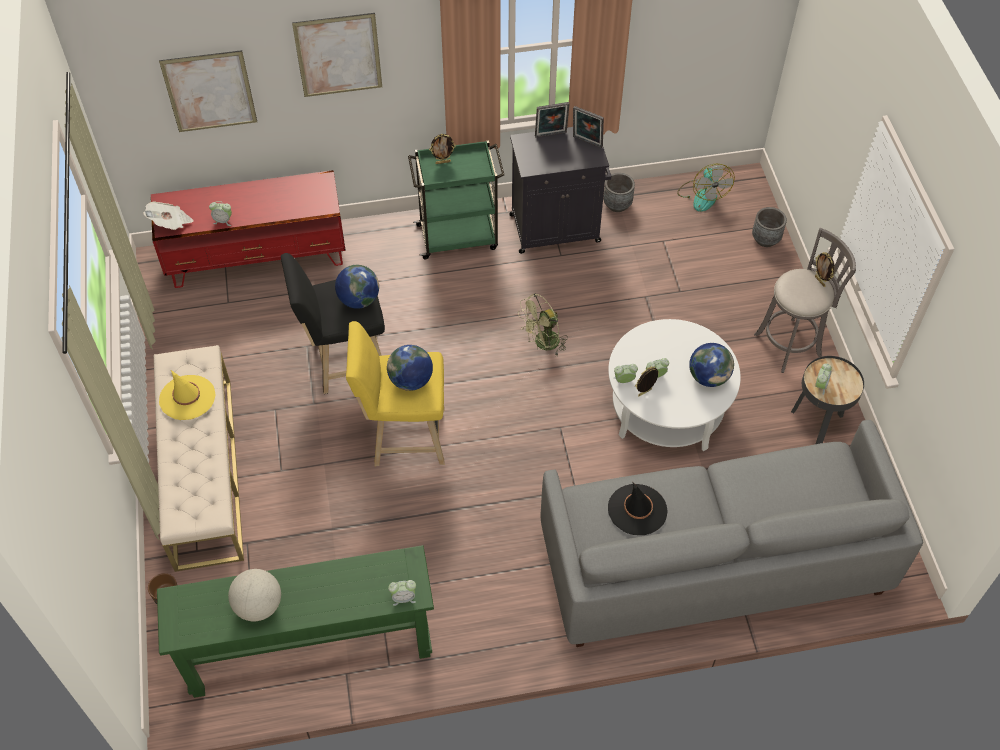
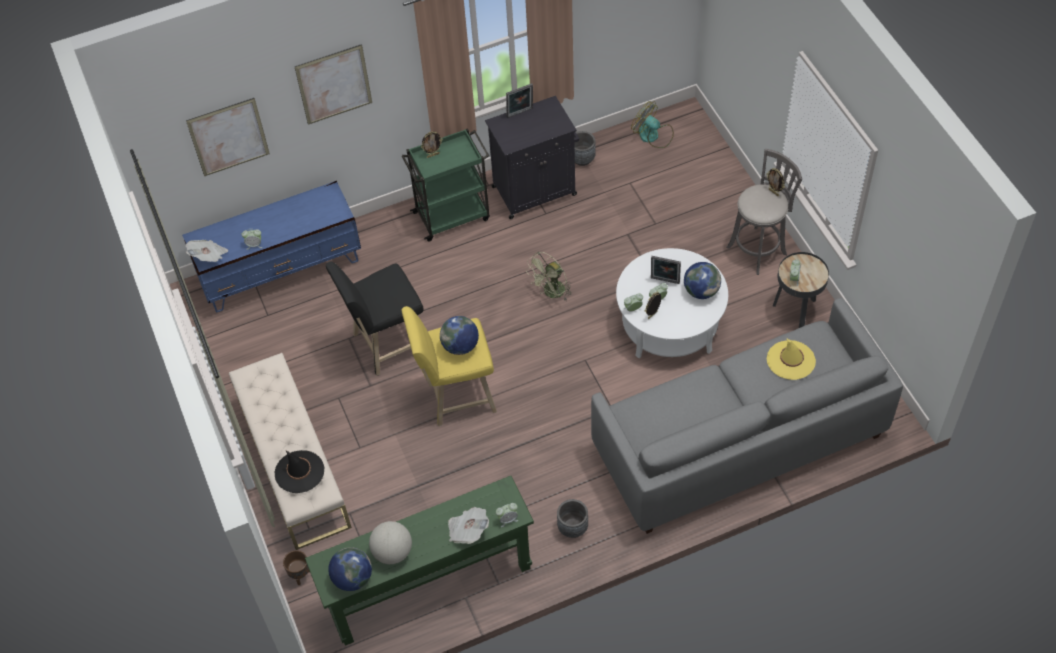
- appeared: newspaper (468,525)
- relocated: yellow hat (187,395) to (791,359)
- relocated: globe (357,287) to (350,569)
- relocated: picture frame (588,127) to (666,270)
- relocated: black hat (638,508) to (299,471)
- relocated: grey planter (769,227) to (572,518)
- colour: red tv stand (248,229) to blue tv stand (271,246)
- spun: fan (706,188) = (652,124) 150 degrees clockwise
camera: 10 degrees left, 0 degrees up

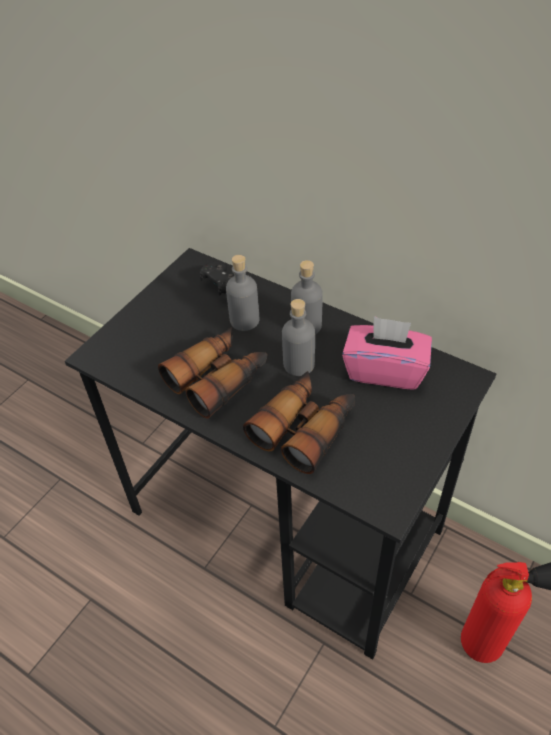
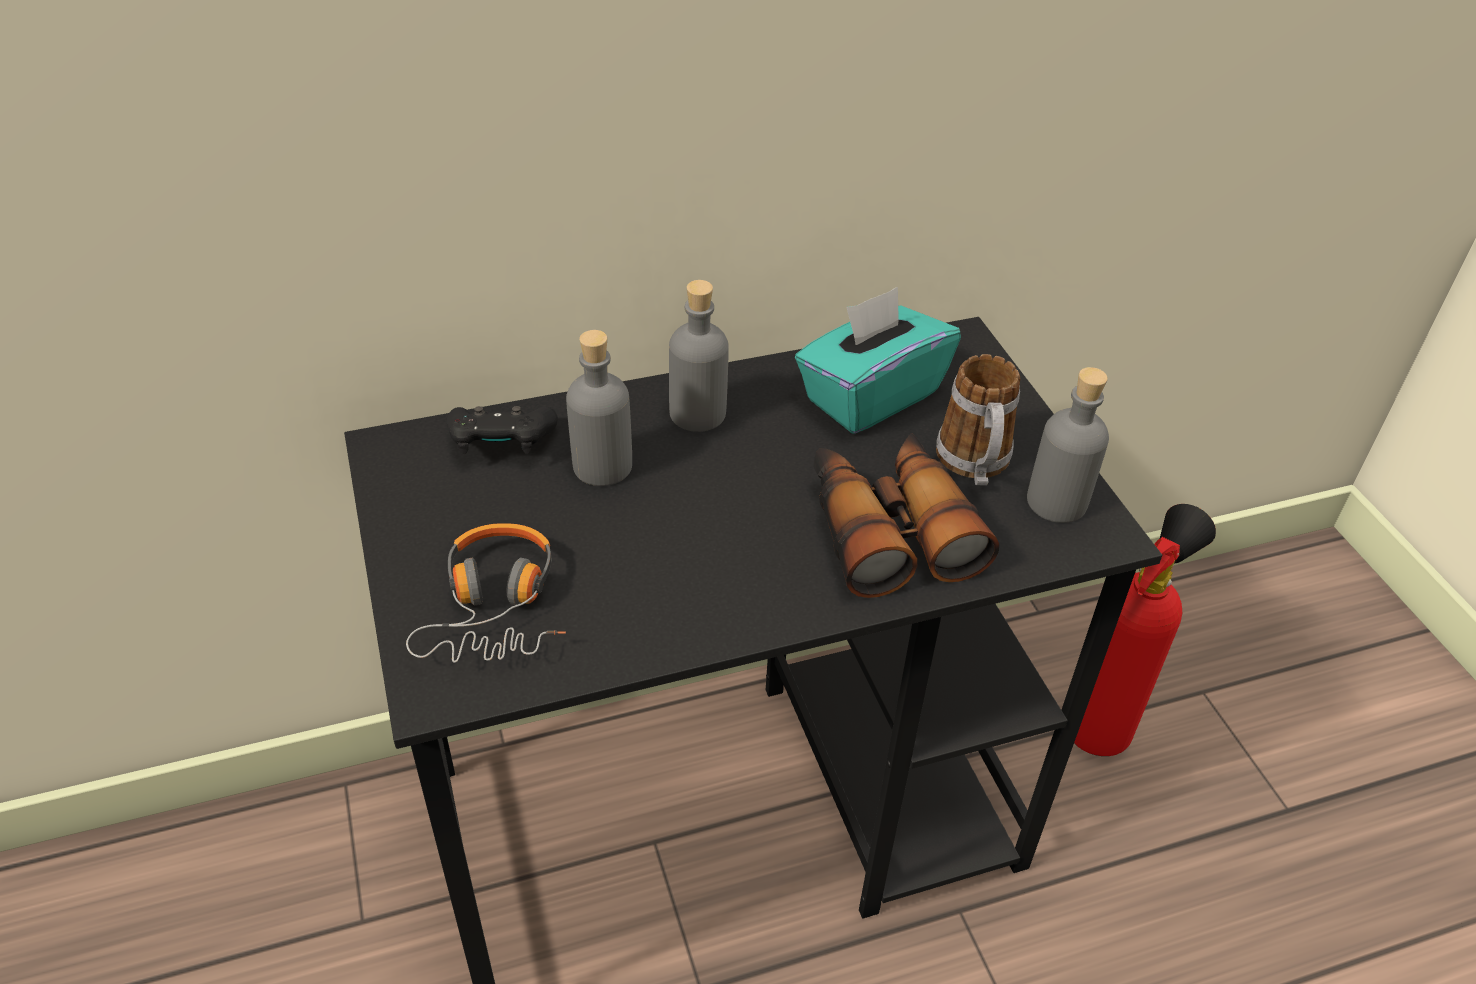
- missing: binoculars (213,373)
- appeared: headphones (486,593)
- appeared: mug (978,419)
- relocated: grey bottle (298,337) to (1068,445)
- colour: pink tissue box (387,353) to turquoise tissue box (878,360)
camera: 55 degrees left, 5 degrees down

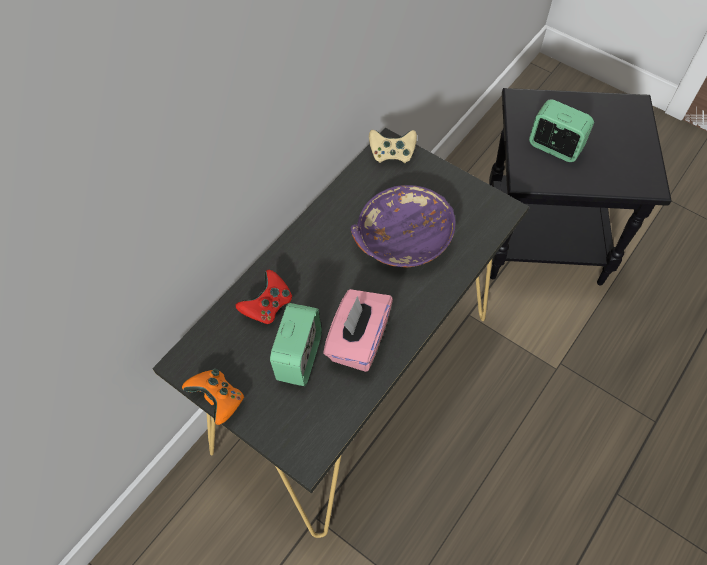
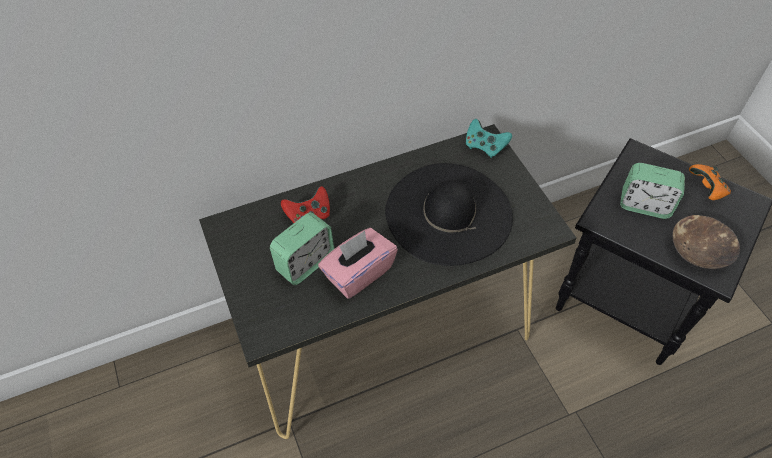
- appeared: brown bowl (706,242)
- relocated: orange game controller (213,397) to (710,182)
- exchanged: purple bowl (403,226) to black hat (449,214)
- colour: beige game controller (393,146) to turquoise game controller (489,138)
- spun: alarm clock (561,131) = (652,191) 135 degrees clockwise
camera: 30 degrees right, 5 degrees down

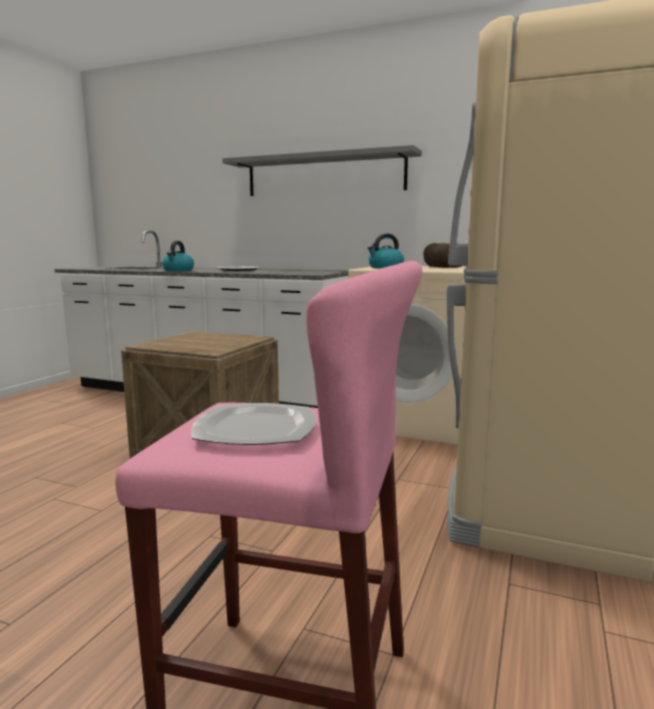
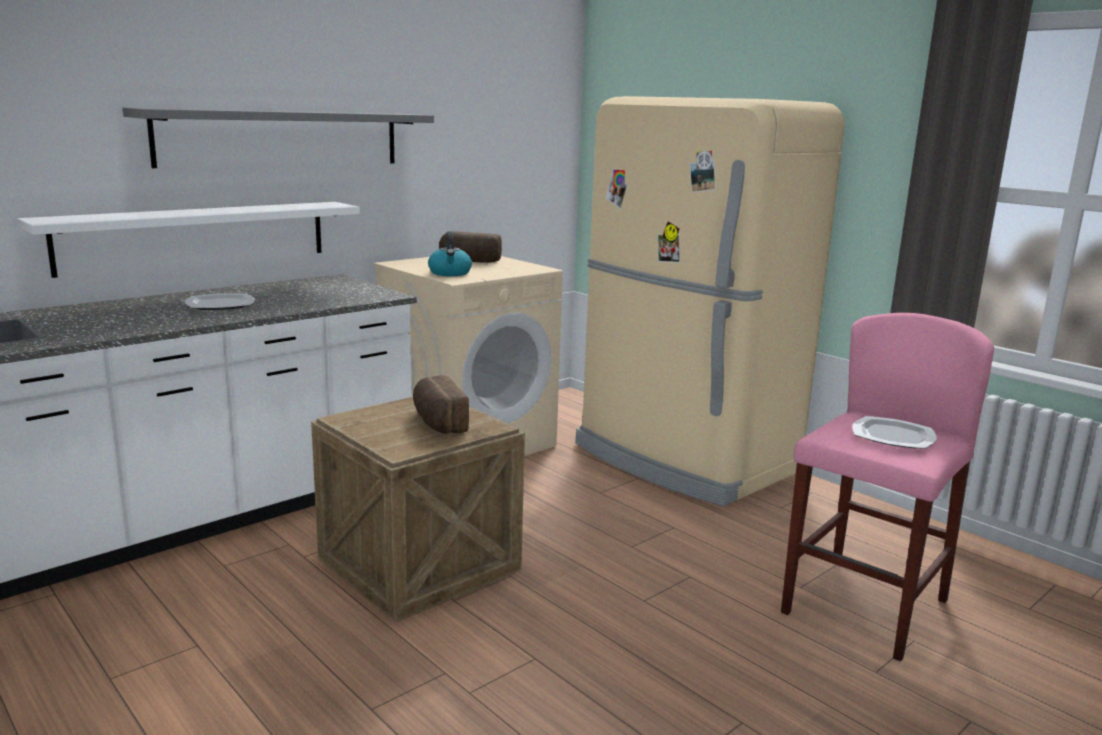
- missing: kettle (178,256)
- appeared: white shelf (188,240)
- appeared: bread (441,404)
camera: 65 degrees left, 5 degrees up

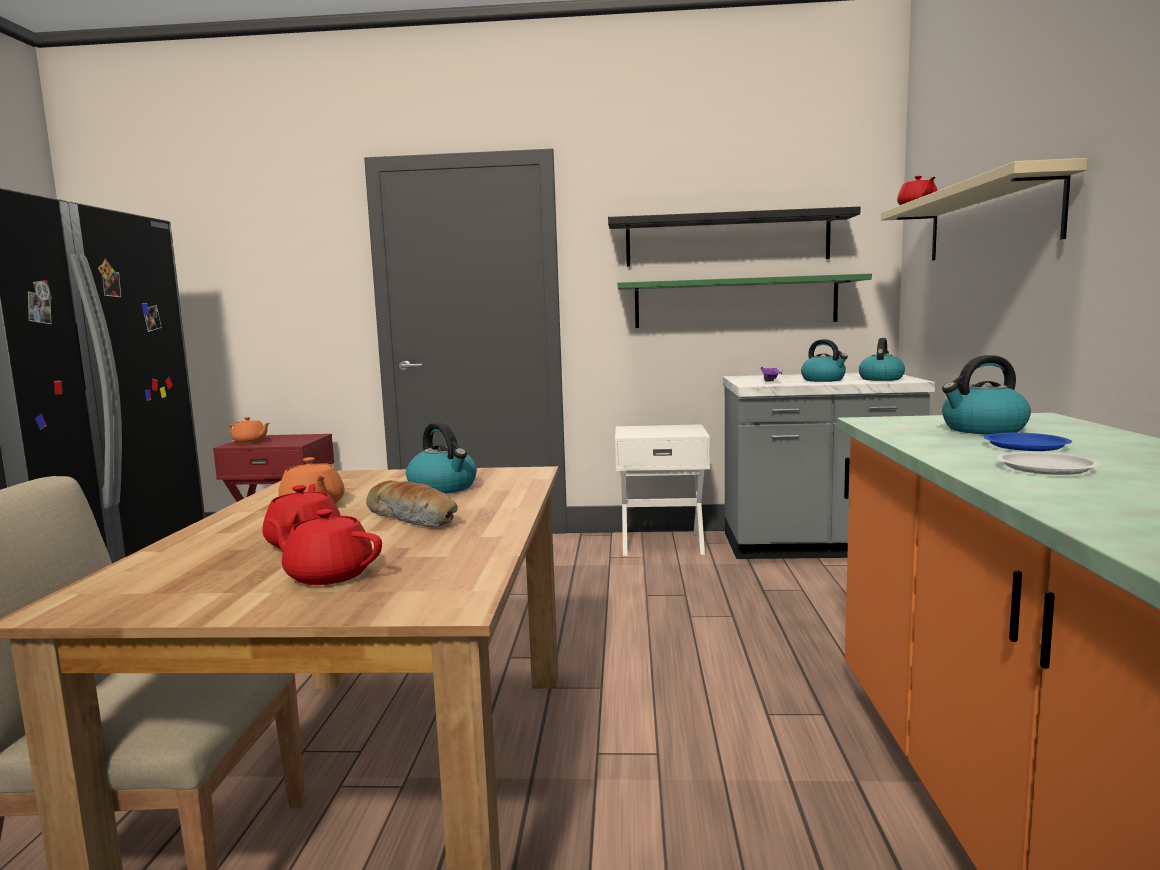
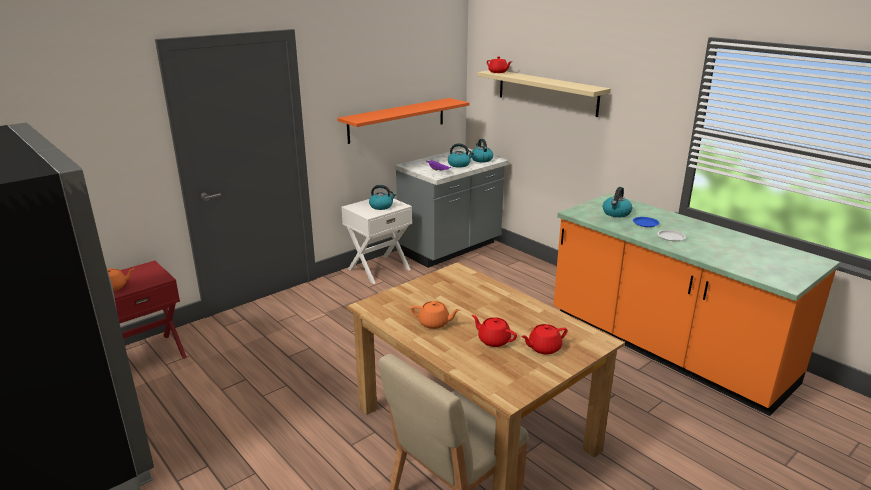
- missing: bread (412,503)
- missing: black shelf (734,237)
- relocated: kettle (441,458) to (382,197)
- colour: green shelf (745,301) to orange shelf (403,121)
camera: 45 degrees left, 15 degrees up

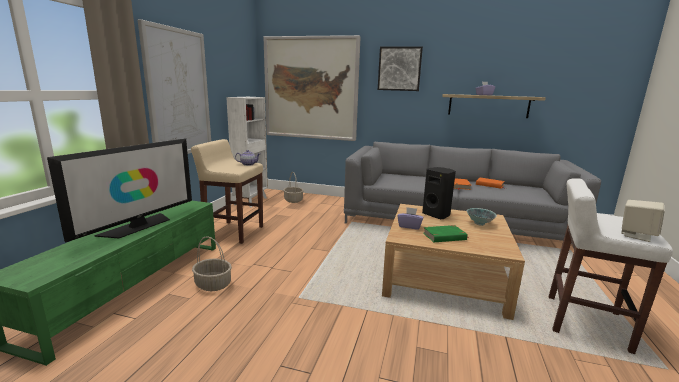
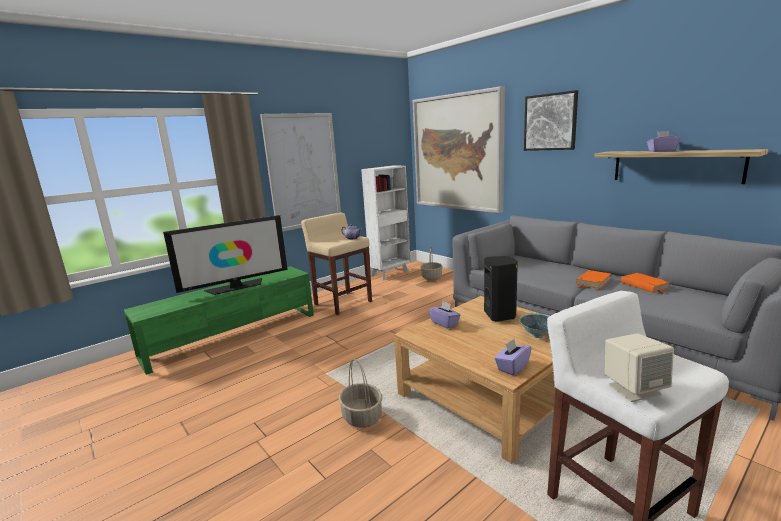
- missing: green book (446,233)
- appeared: purple tissue box (513,357)
- relocated: basket (212,263) to (360,393)
camera: 35 degrees right, 0 degrees up

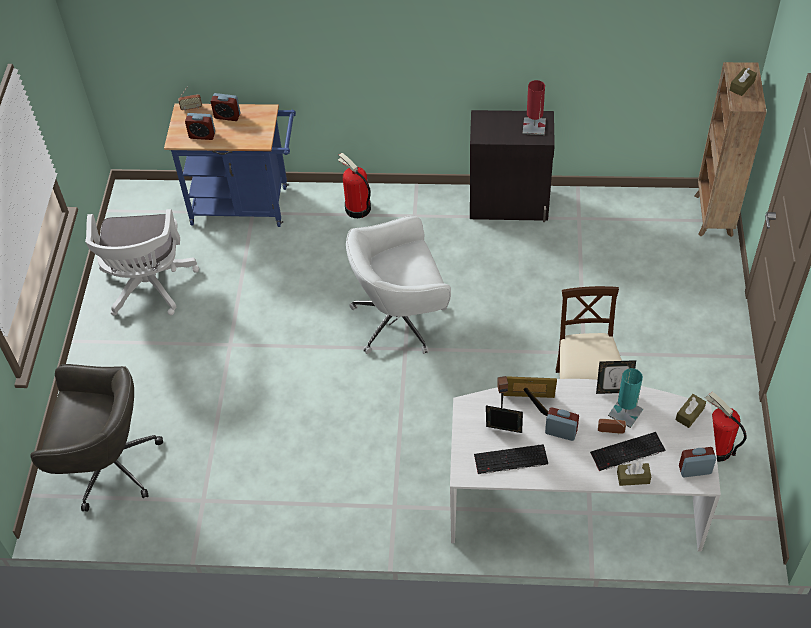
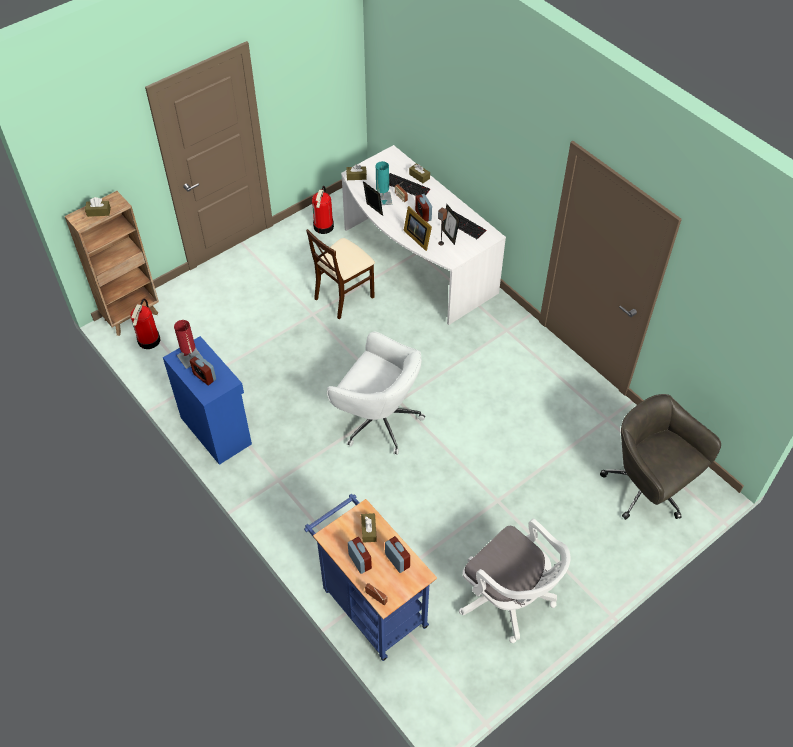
- appeared: brown tissue box (369,528)
- relocated: fire extinguisher (354,185) to (145,324)
- relocated: alarm clock (697,462) to (203,369)
- colour: black cabinet (512,166) to blue cabinet (207,400)
- spun: white office chair (142,262) = (515,581) 90 degrees clockwise
camera: 135 degrees left, 0 degrees up

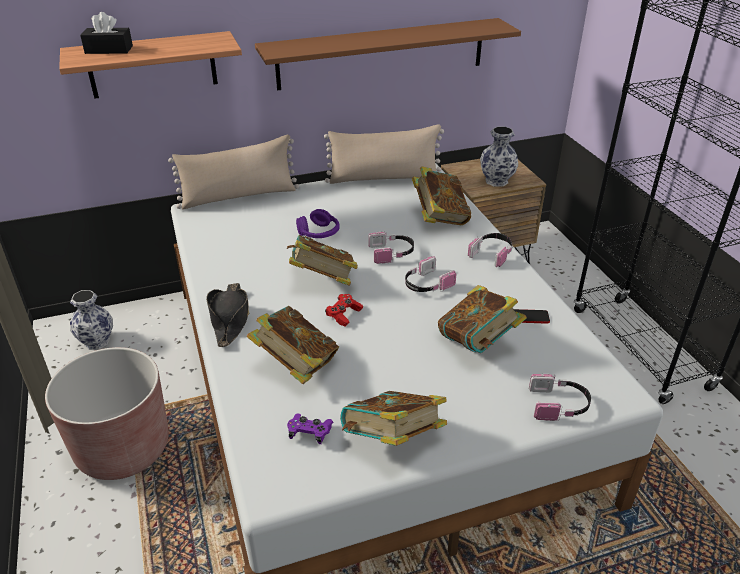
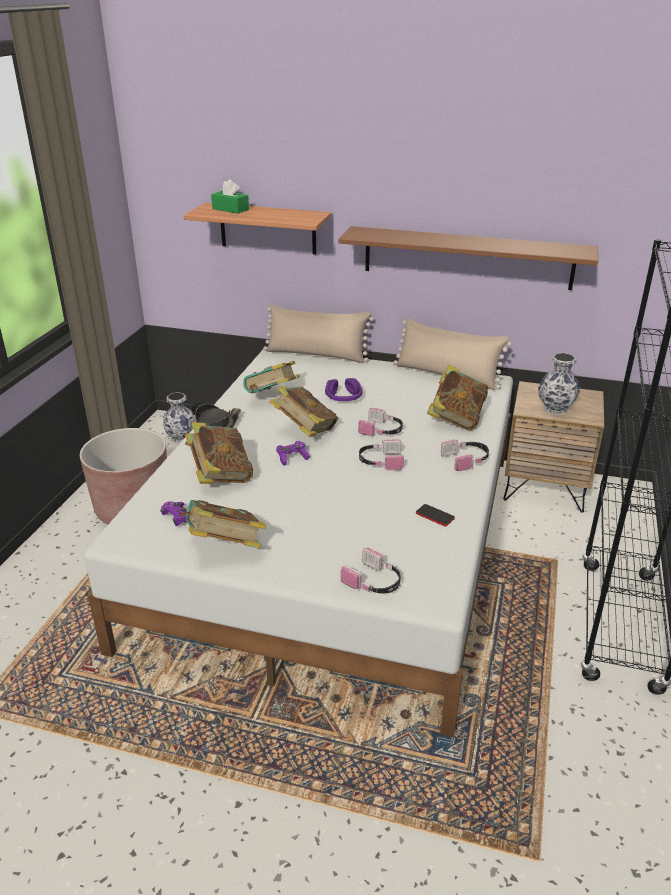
- relocated: book (482,319) to (271,377)
- colour: black tissue box (106,33) to green tissue box (230,196)
- colour: red game controller (344,310) to purple game controller (293,453)
camera: 35 degrees right, 5 degrees down

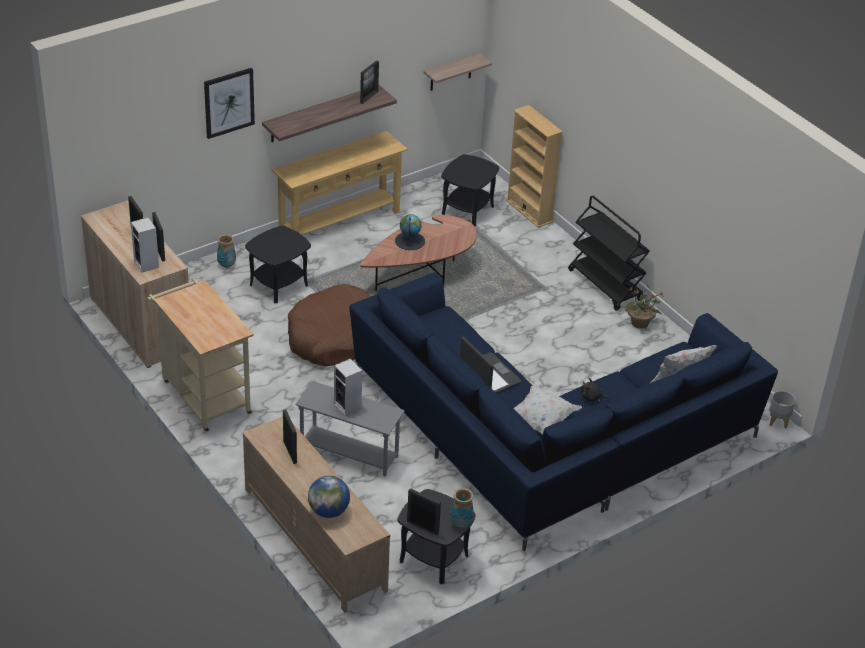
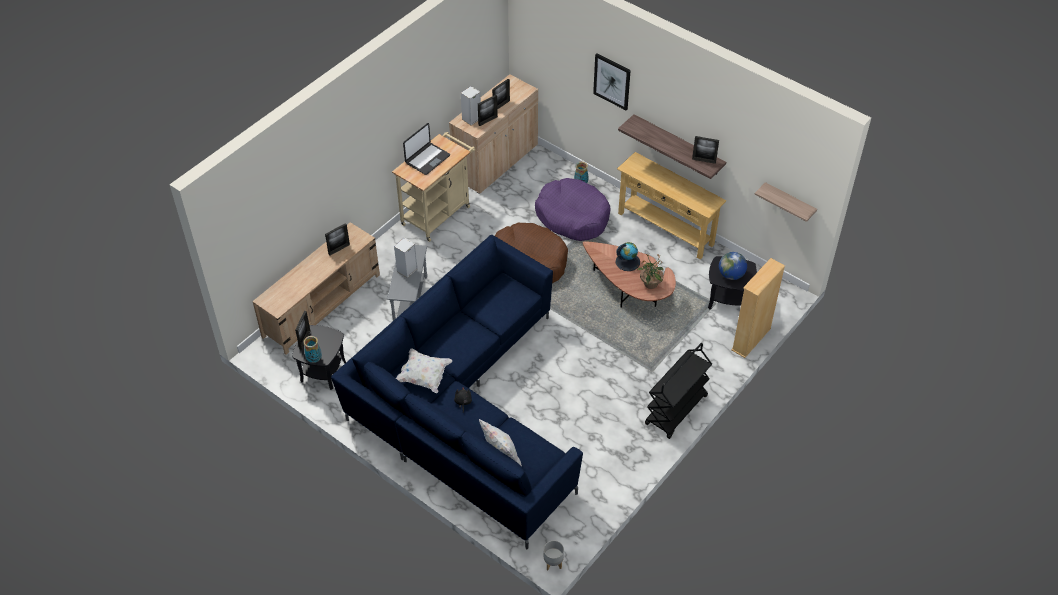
- relocated: globe (329,497) to (733,266)
- relocated: laptop (490,364) to (426,149)
- relocated: potted plant (644,307) to (650,271)
- exchanged: black side table (278,265) to purple dog bed (573,209)
camera: 75 degrees right, 10 degrees up

